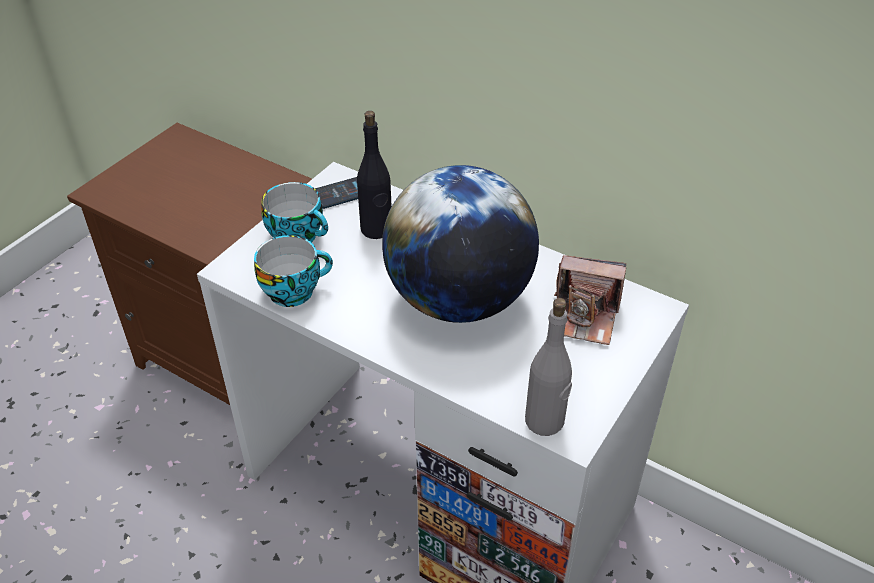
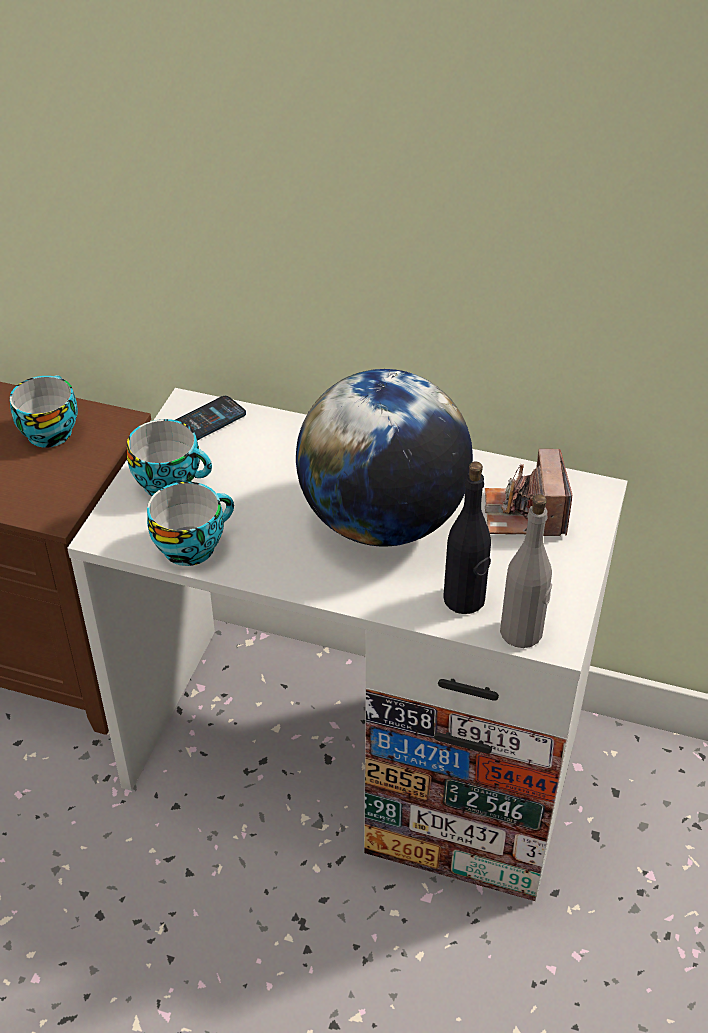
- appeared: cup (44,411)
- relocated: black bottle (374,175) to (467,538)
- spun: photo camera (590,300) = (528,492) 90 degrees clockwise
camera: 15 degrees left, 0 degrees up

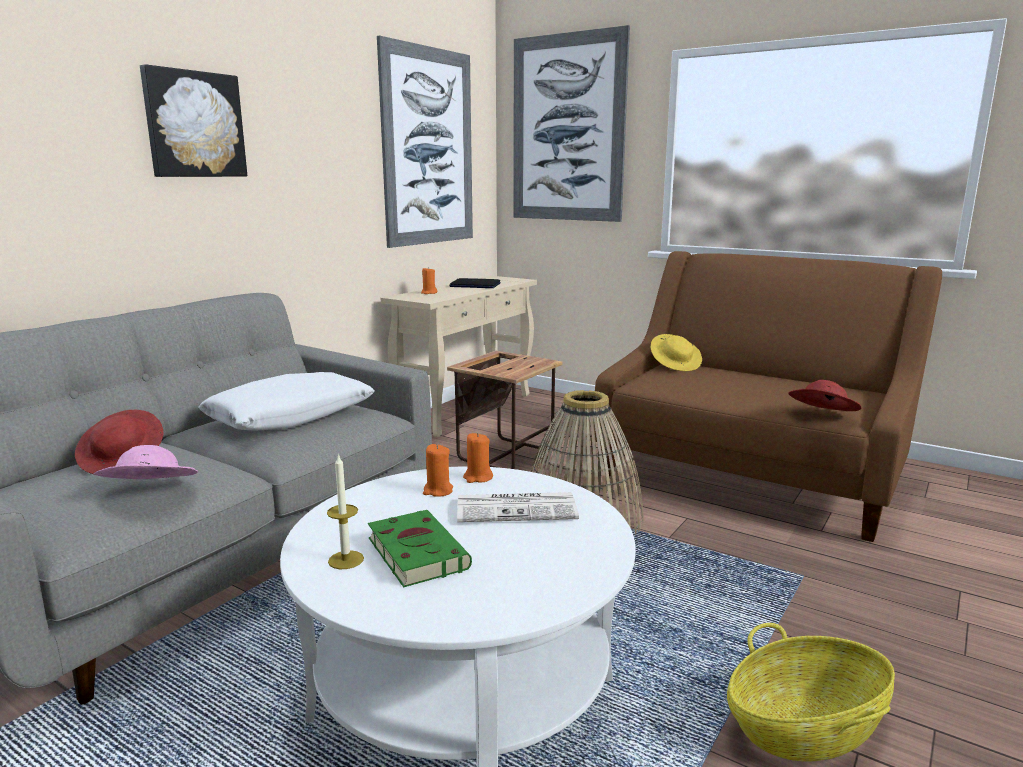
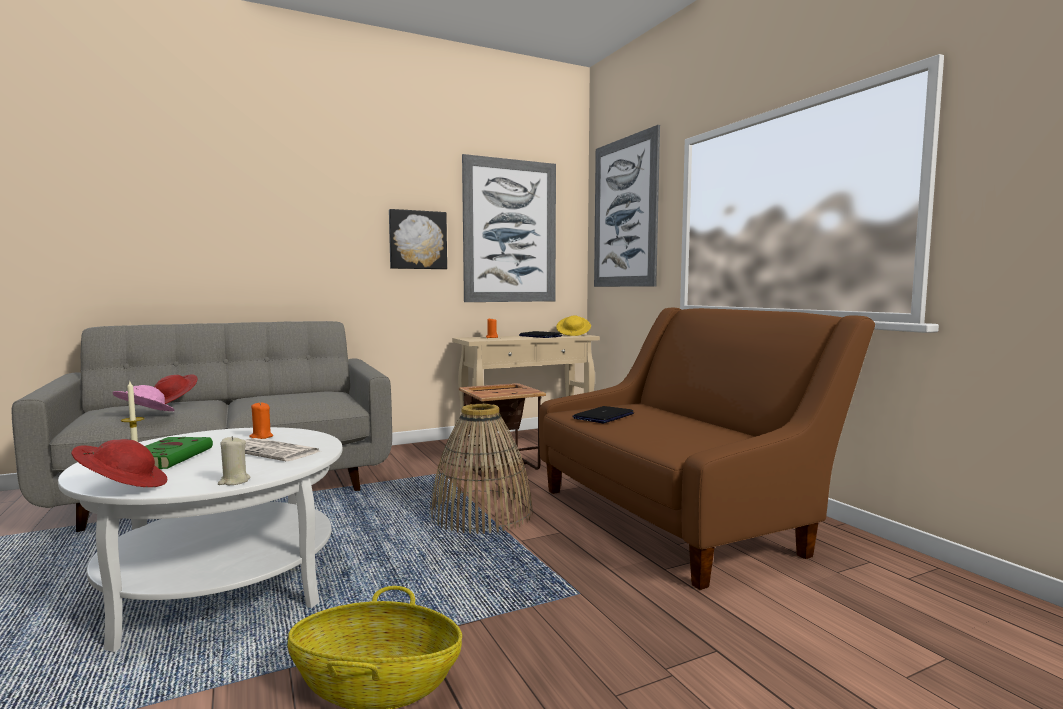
- missing: white pillow (286,401)
- missing: orange candle (478,457)
- appeared: beige candle (234,460)
- appeared: laptop (603,414)
- relocated: picture (193,120) to (418,239)
- relocated: yellow hat (676,352) to (573,325)
- relocated: red hat (825,395) to (119,463)
camera: 30 degrees right, 10 degrees down

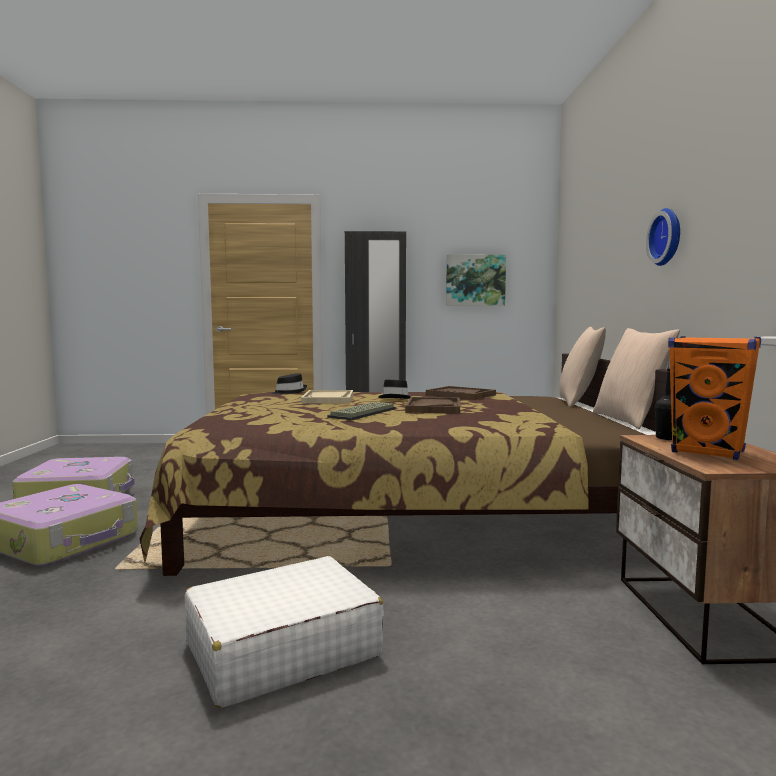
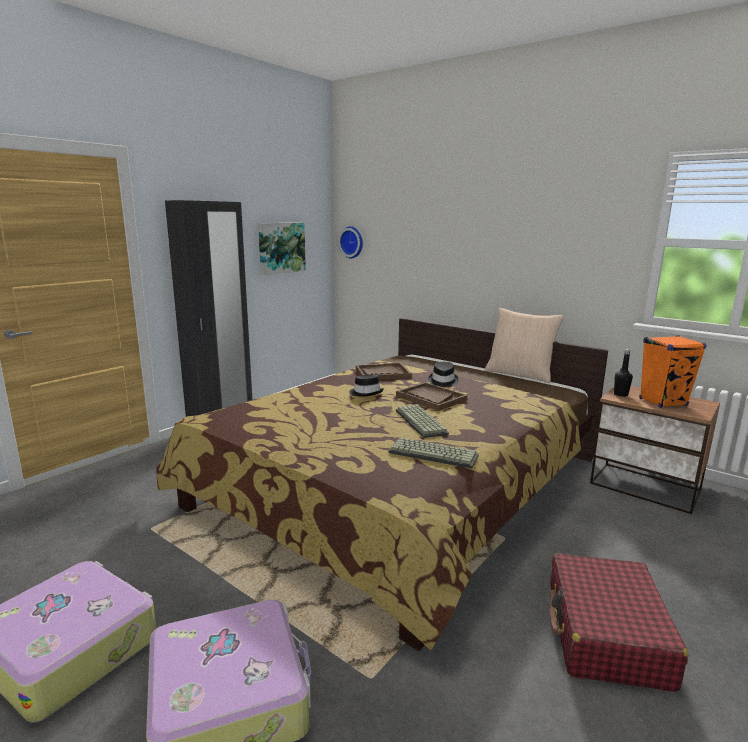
- missing: beige tray (327,397)
- missing: beige pillow (582,367)
- appeared: keyboard (434,453)
- relocated: black hat (289,383) to (443,374)
- relocated: wall clock (663,237) to (350,242)
- colour: white suitcase (284,632) to red suitcase (619,622)
camera: 50 degrees left, 10 degrees up

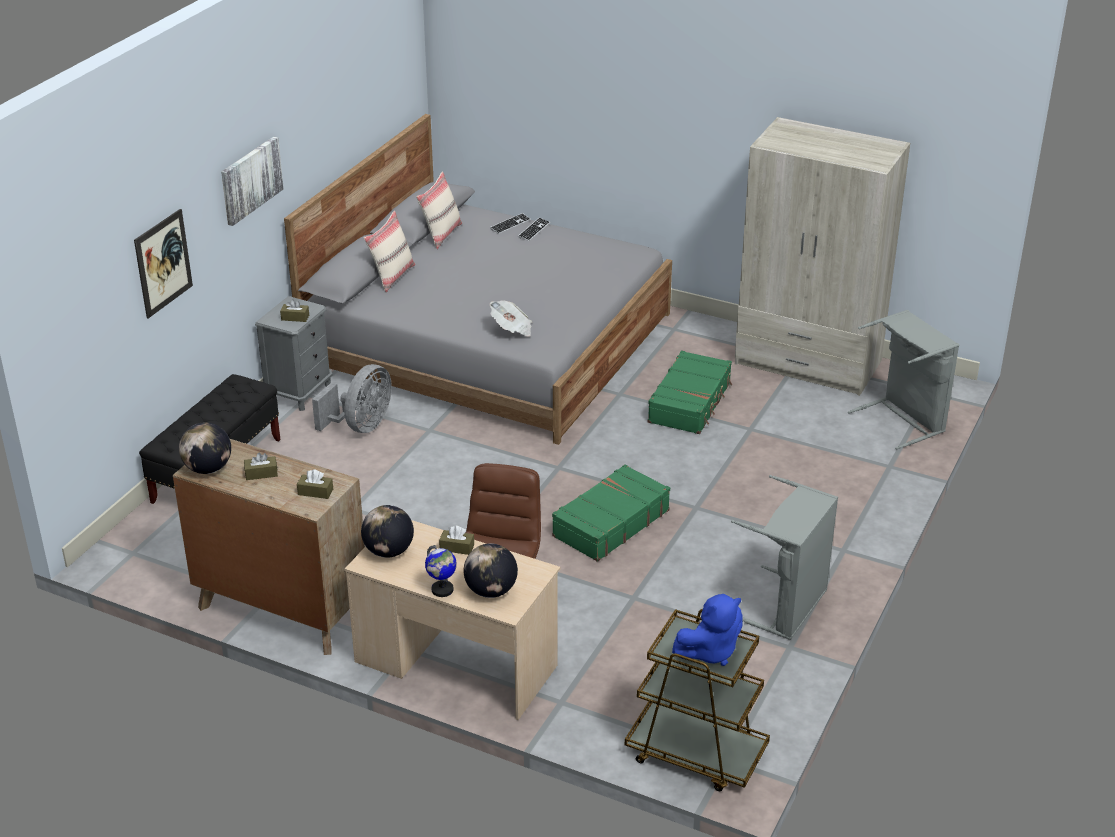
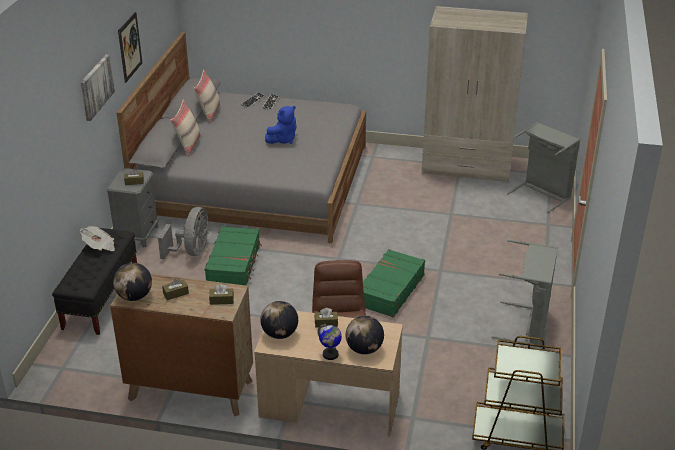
- relocated: picture (163,263) to (130,47)
- relocated: newspaper (511,318) to (97,238)
- relocated: green suitcase (690,392) to (233,255)
- relocated: blue plush toy (707,630) to (281,125)
camera: 15 degrees left, 0 degrees up

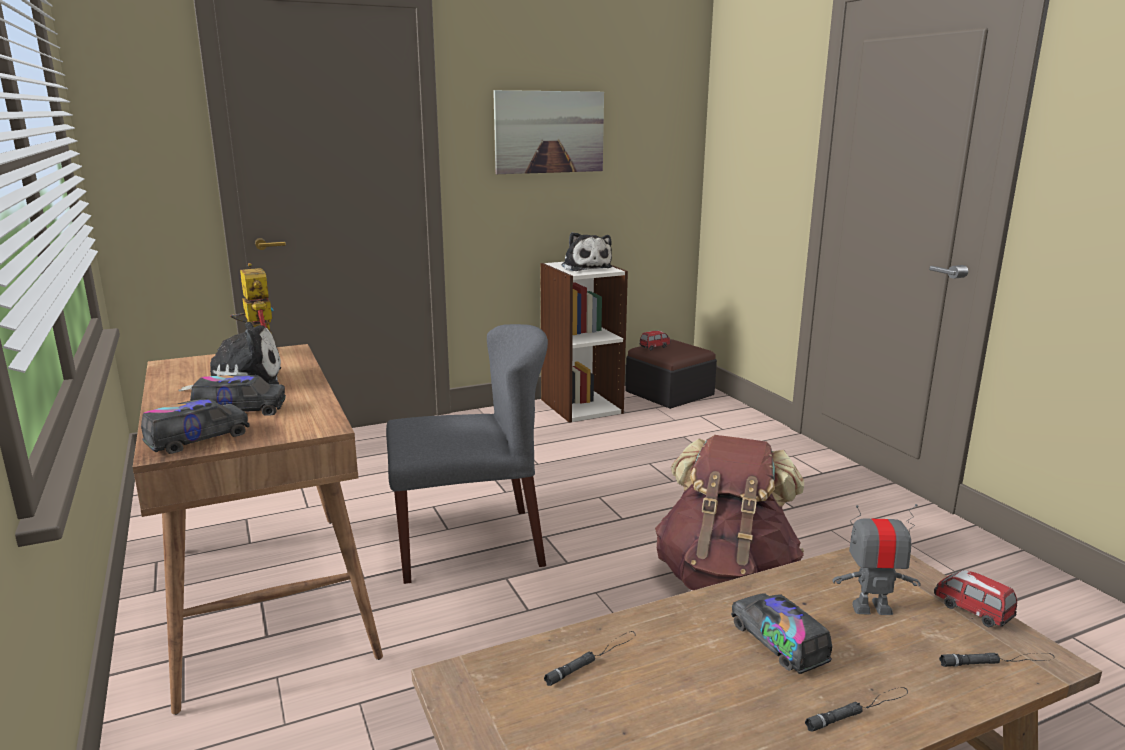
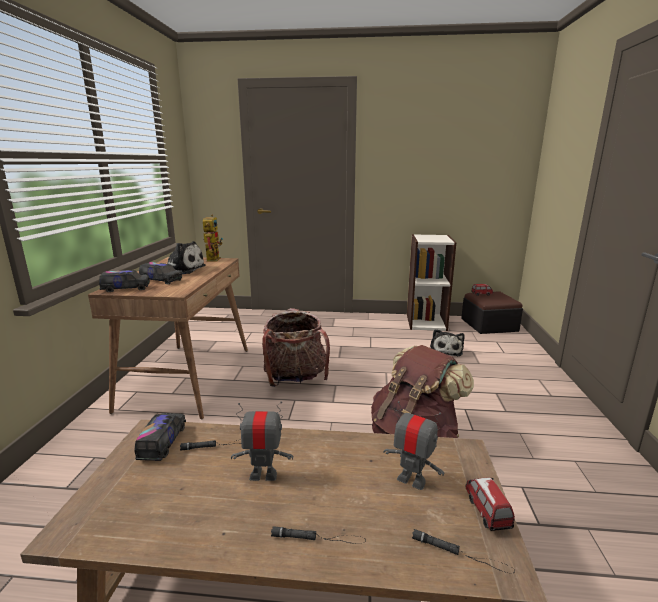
- missing: picture (548,132)
- appeared: toy robot (262,441)
- relocated: plush toy (587,251) to (447,342)
- relocated: toy truck (781,633) to (160,437)
- exchanged: grey chair (467,454) to backpack (296,347)
camera: 30 degrees right, 0 degrees up

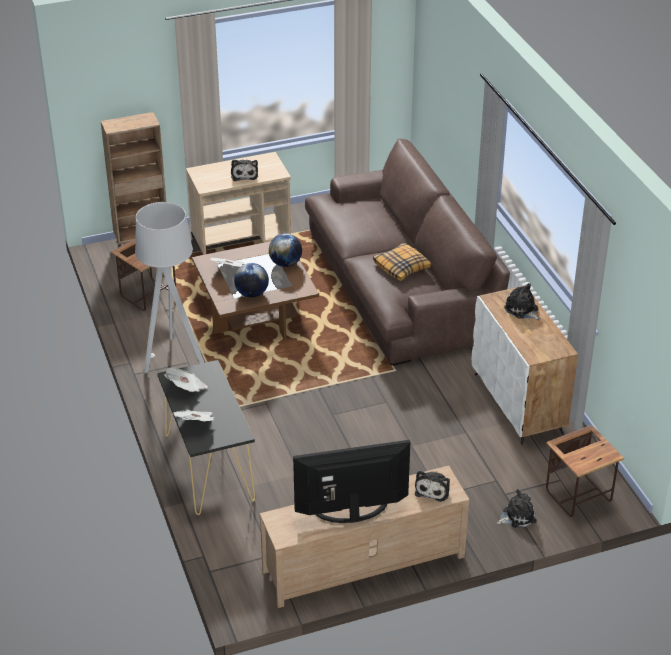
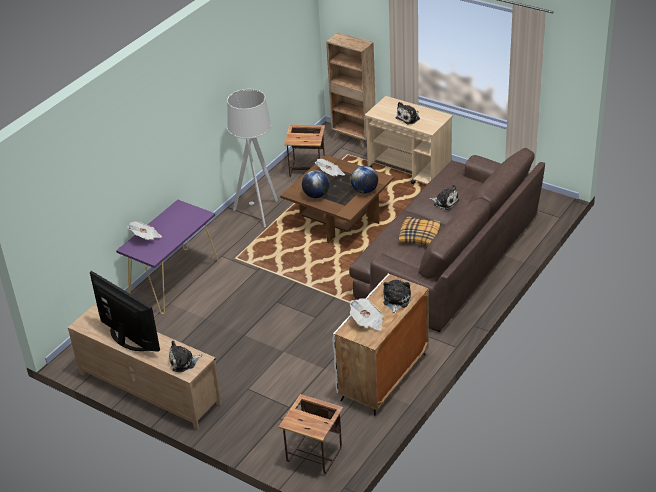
- relocated: newspaper (186,379) to (367,314)
- relocated: plush toy (517,508) to (444,197)
- colour: black console table (206,437) to purple console table (167,257)
camera: 55 degrees right, 0 degrees up

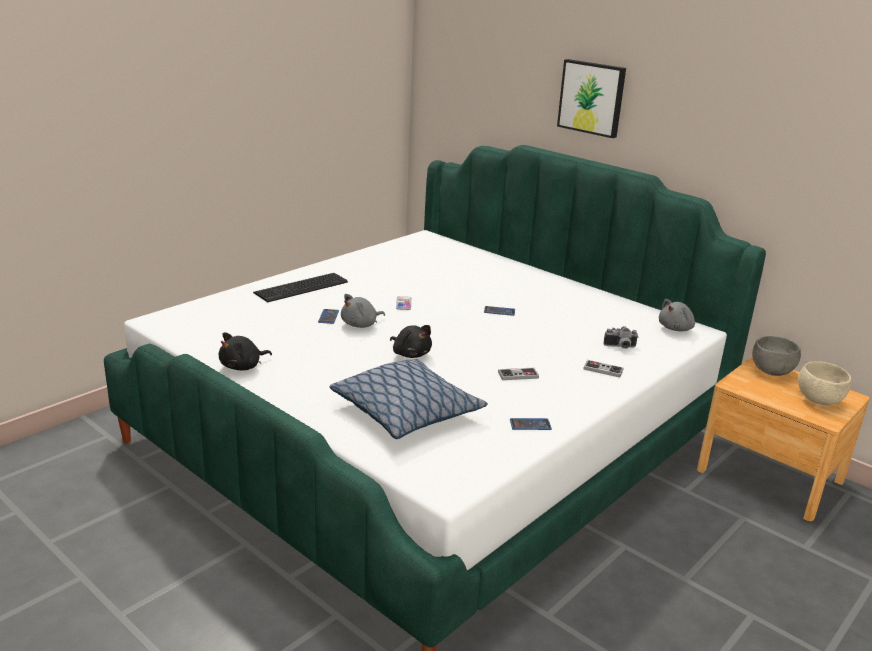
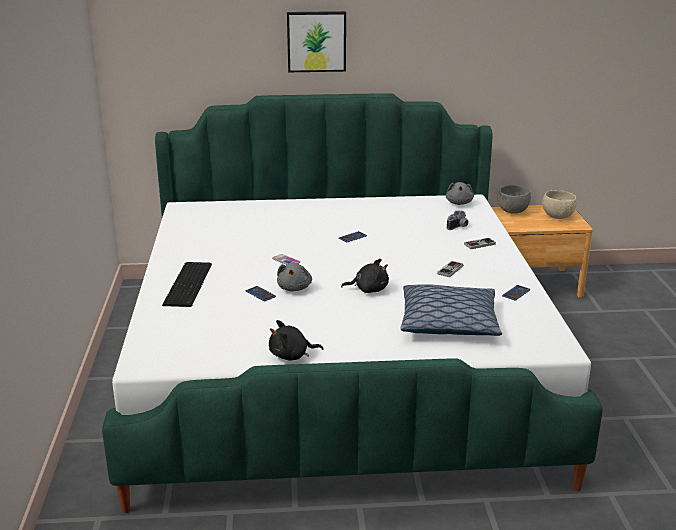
- spun: black plush toy (245,351) = (296,340) 75 degrees clockwise
camera: 45 degrees left, 0 degrees up

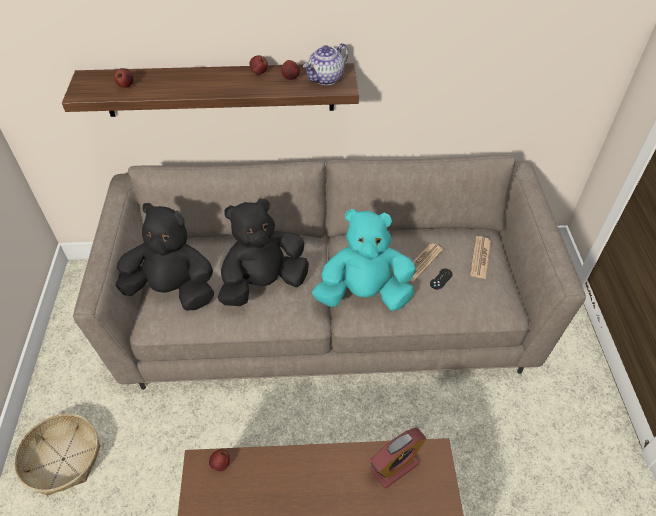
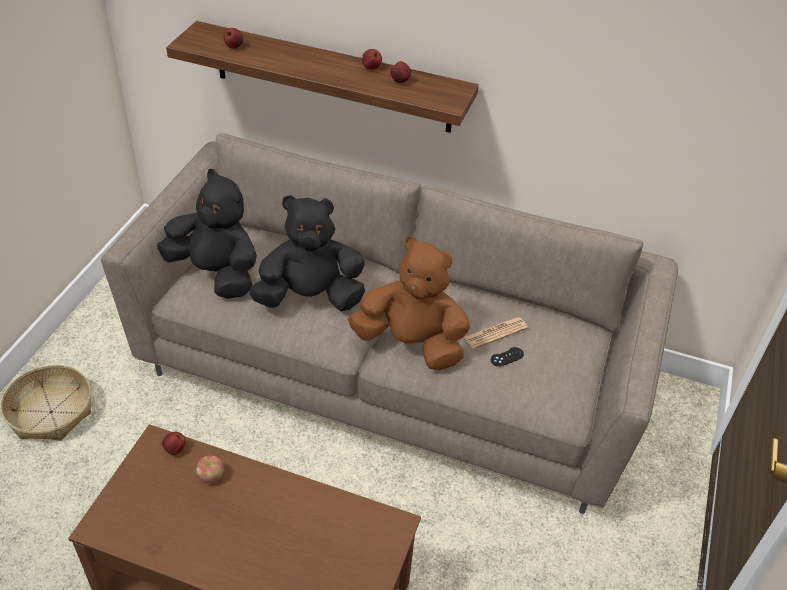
- missing: teapot (325,64)
- missing: alarm clock (398,457)
- missing: newspaper (480,257)
- appeared: apple (210,469)
- colour: turquoise plush toy (364,260) to brown plush toy (409,303)
camera: 20 degrees right, 5 degrees down

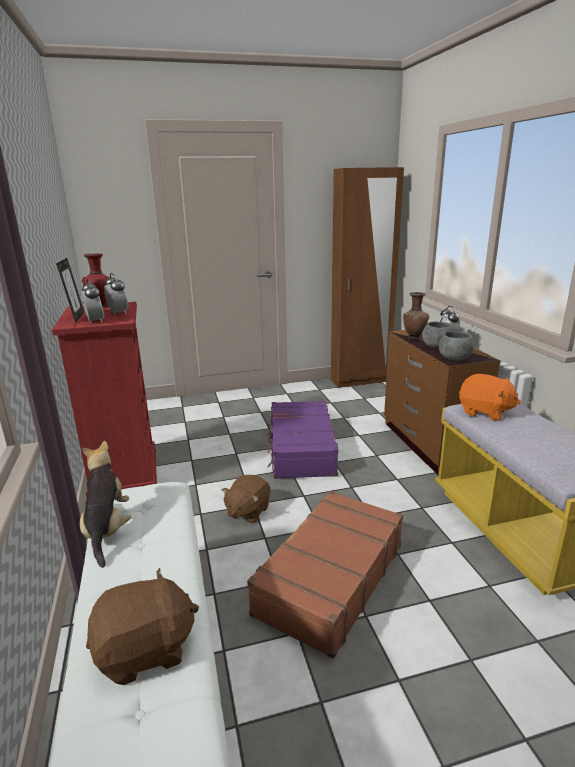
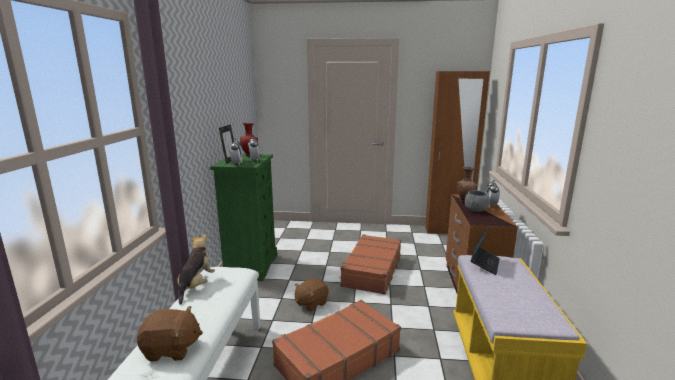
- missing: grey bowl (456,346)
- exchanged: orange plush toy (490,397) to laptop (485,250)
- colour: red dresser (104,399) to green dresser (243,217)
- colour: purple suitcase (303,439) to brown suitcase (370,265)
camera: 20 degrees right, 5 degrees down

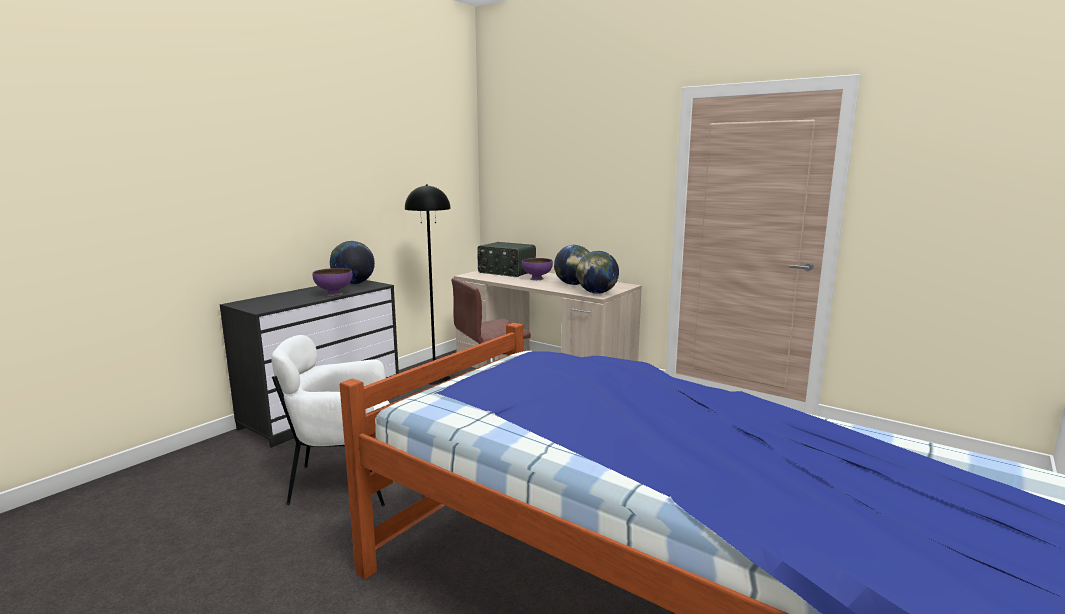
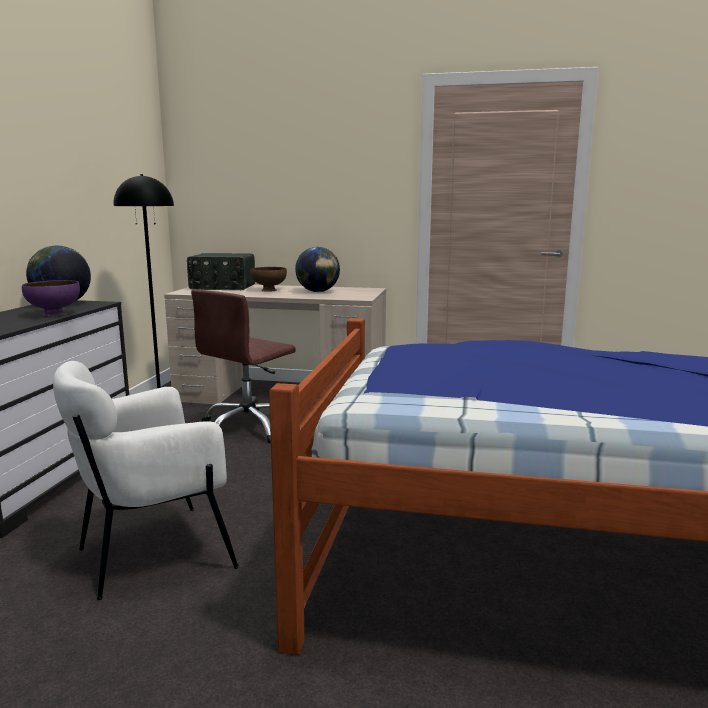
- missing: globe (597,272)
- colour: purple bowl (537,269) to brown bowl (269,279)
camera: 25 degrees left, 0 degrees up

